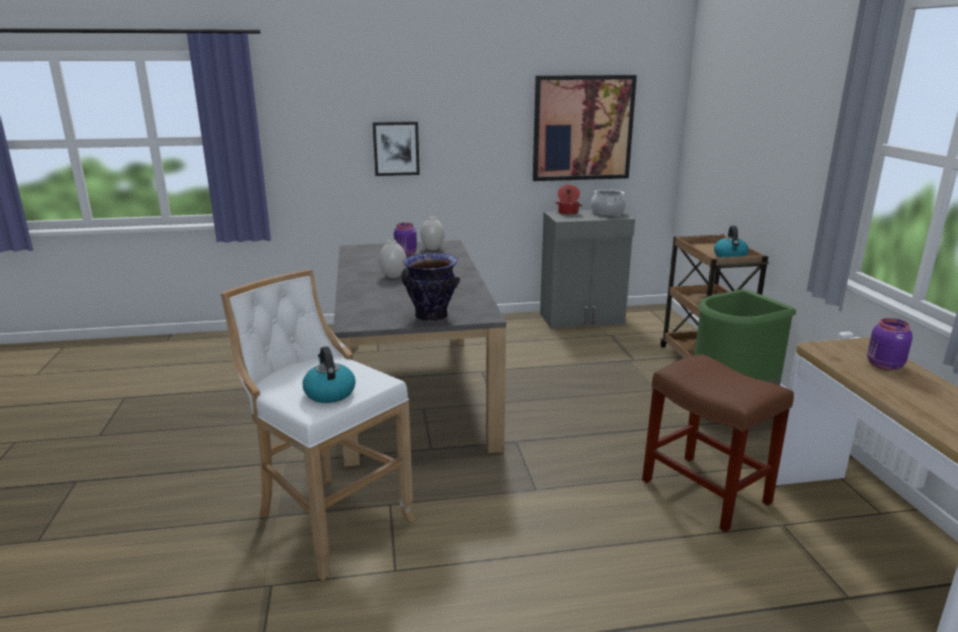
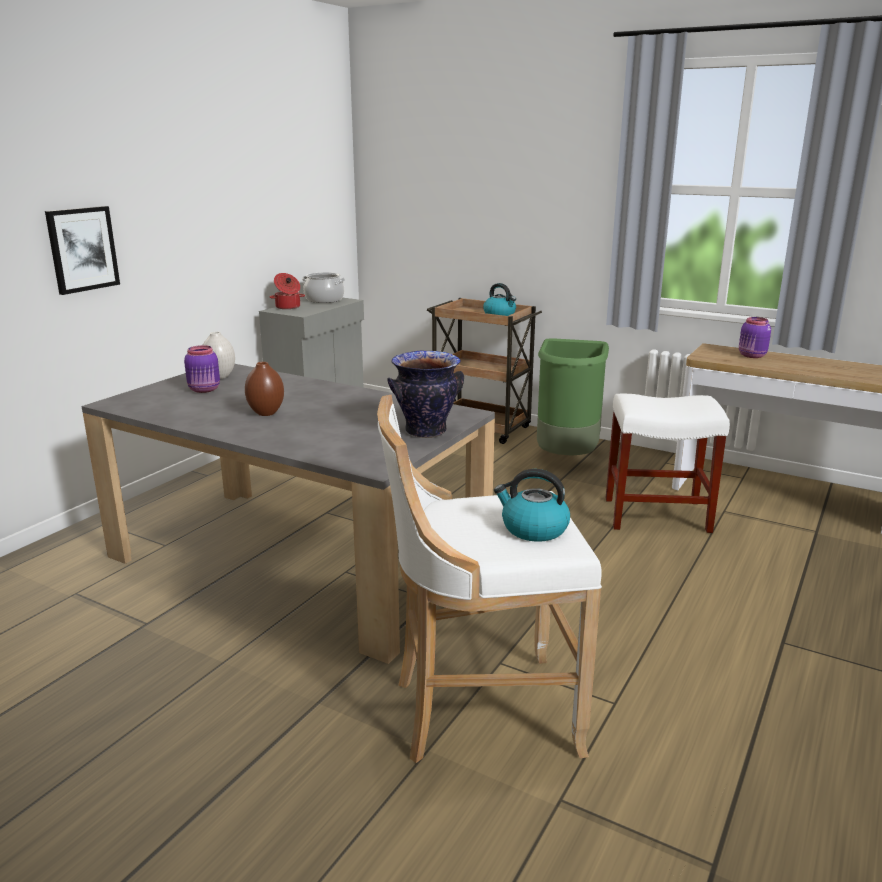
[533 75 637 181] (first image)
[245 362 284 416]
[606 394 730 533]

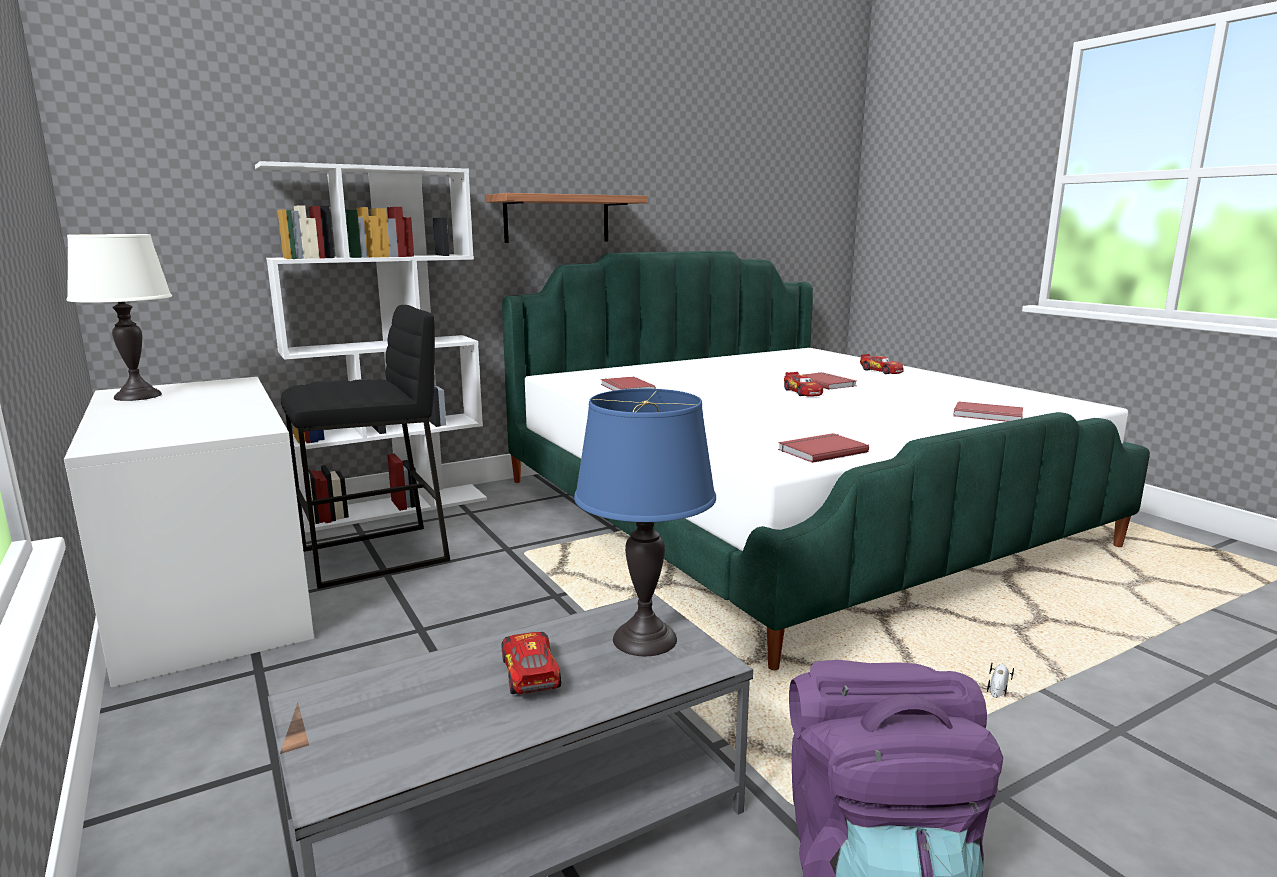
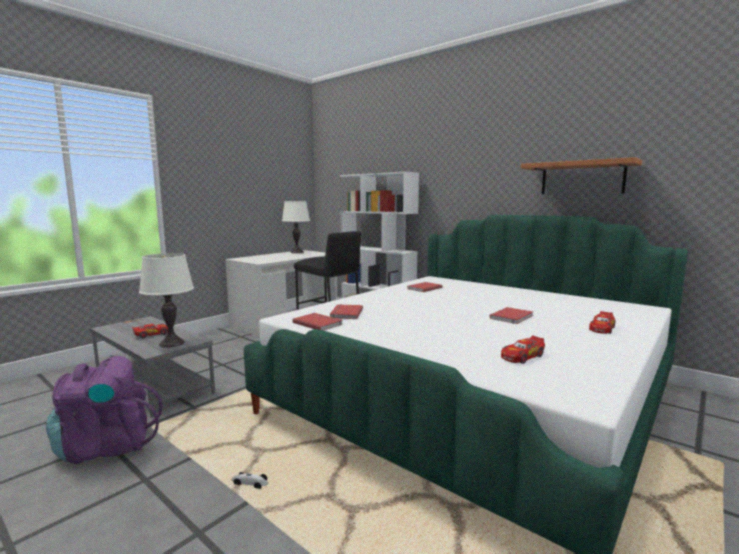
[521 157 642 194]
[501 335 545 364]
[329 304 363 319]
[139 253 194 348]

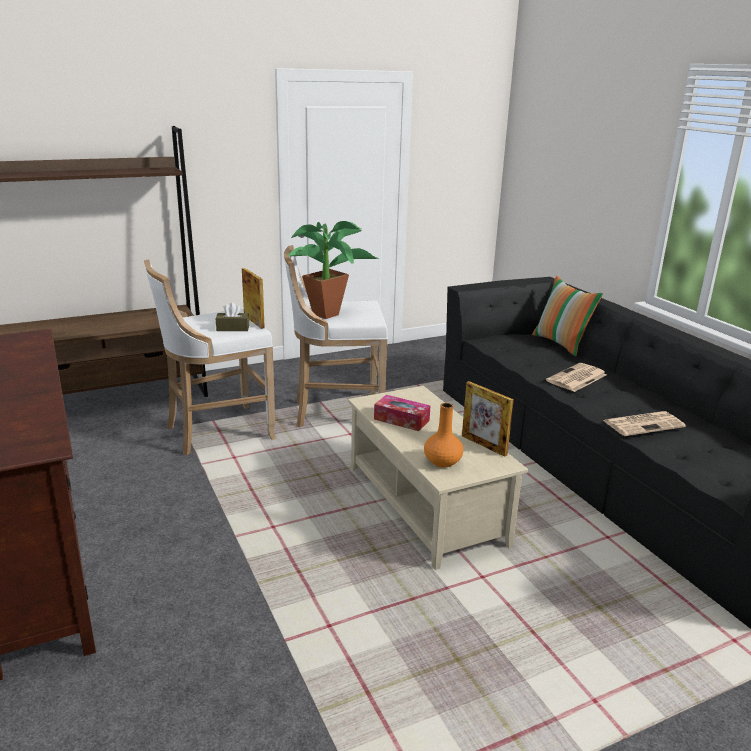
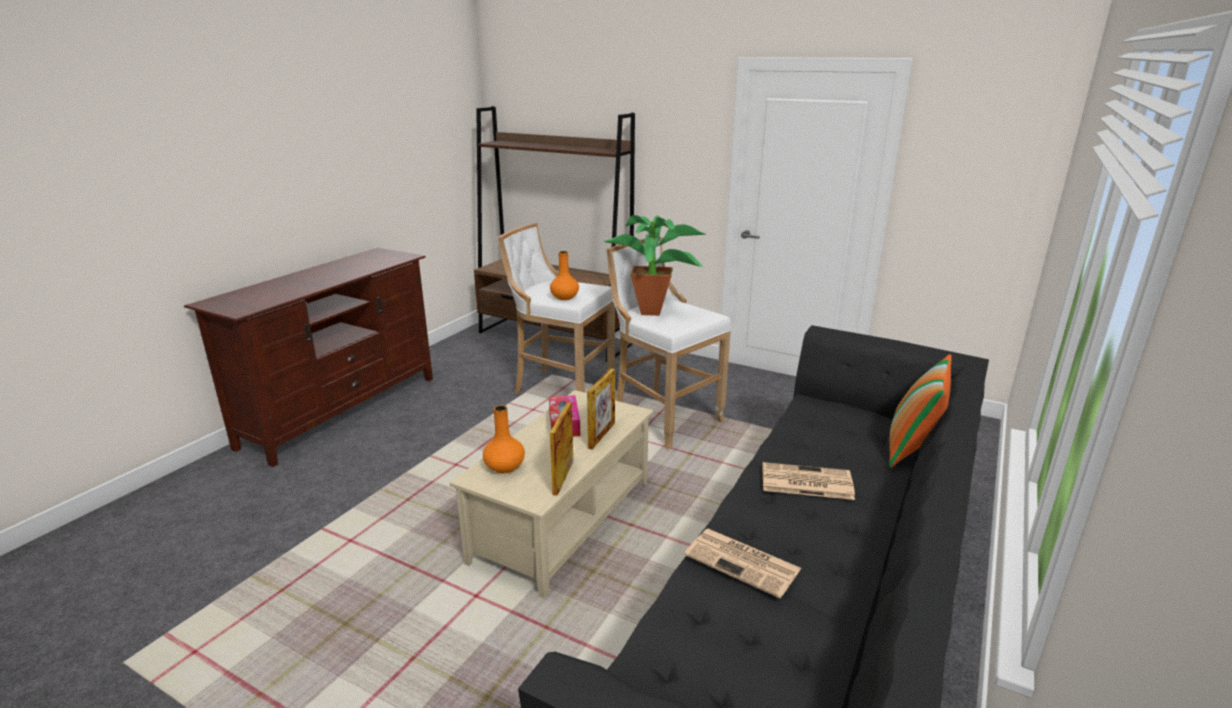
[587 368 615 450]
[550 251 579 300]

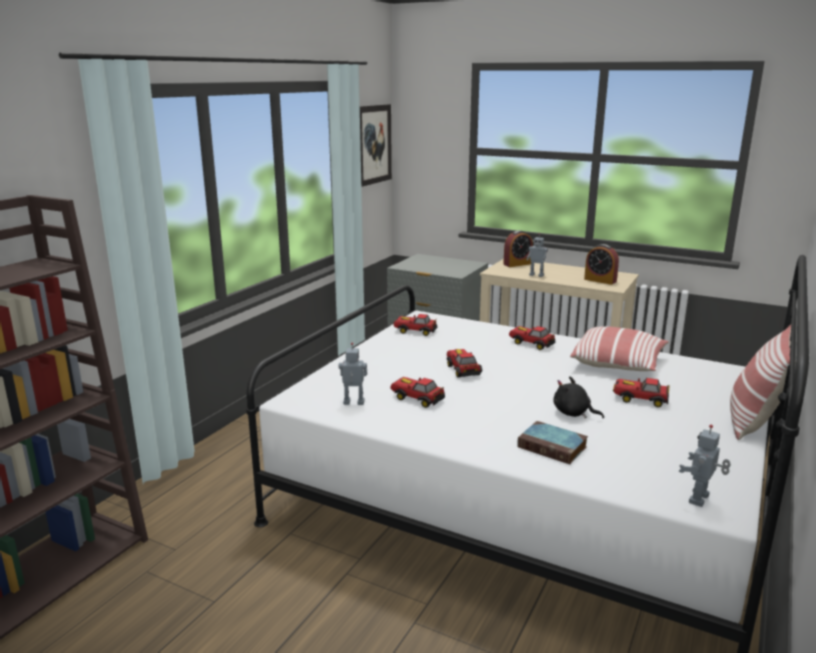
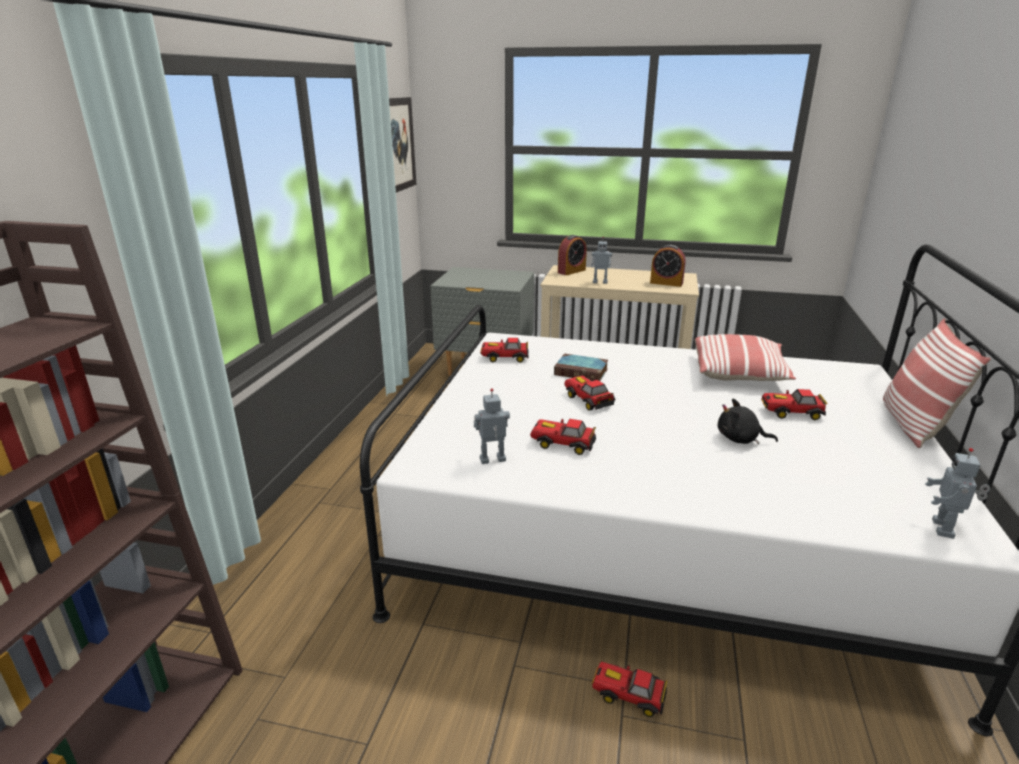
[592 661 667 717]
[554 353 608 381]

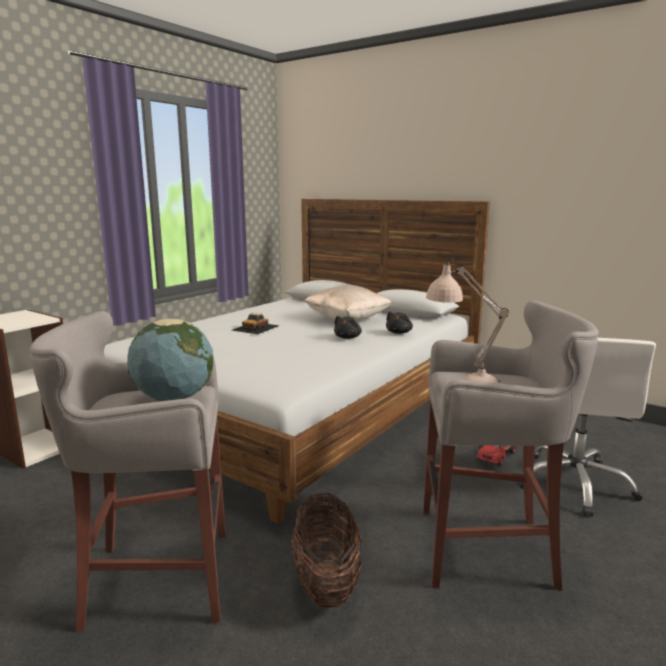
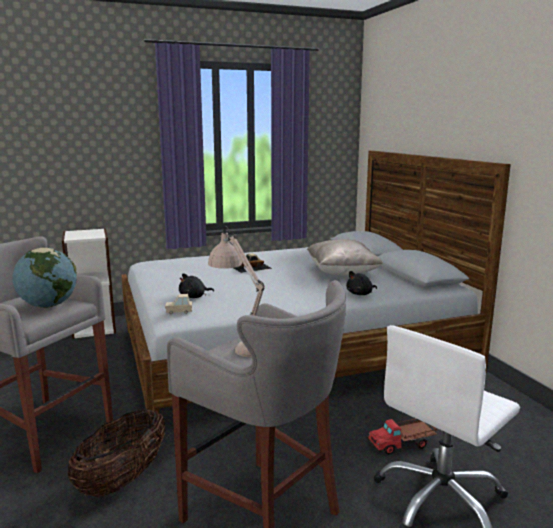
[165 294 192 314]
[179 273 214 298]

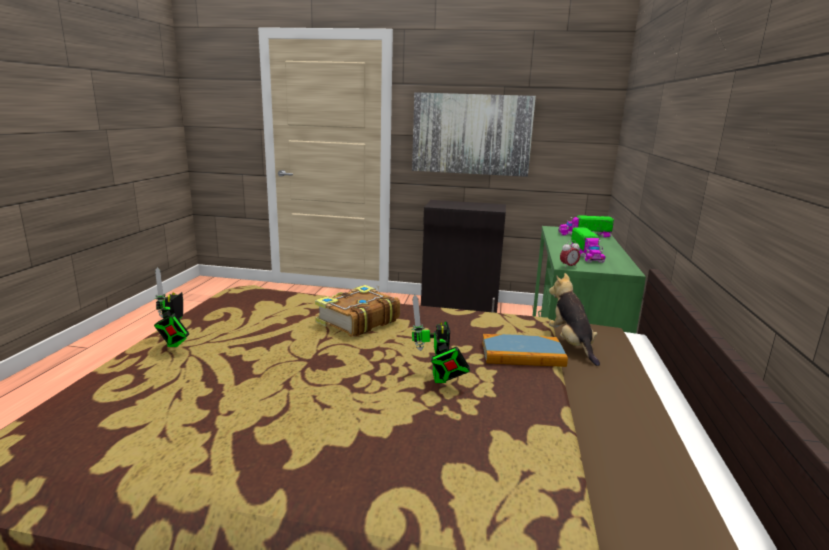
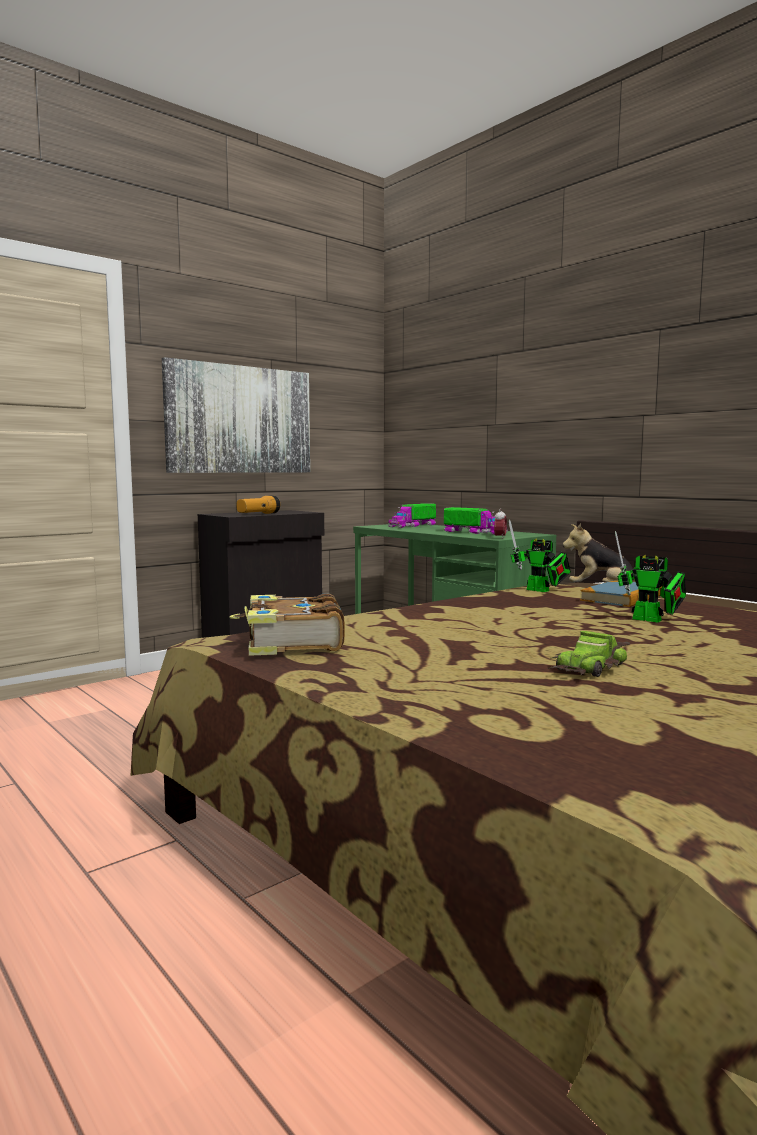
[236 495 280 514]
[548 631 630 677]
[509 519 571 592]
[229 593 345 656]

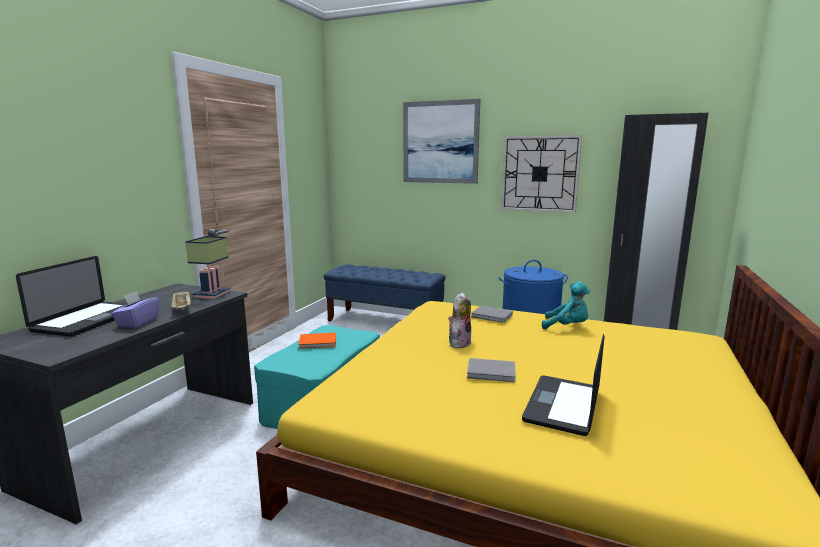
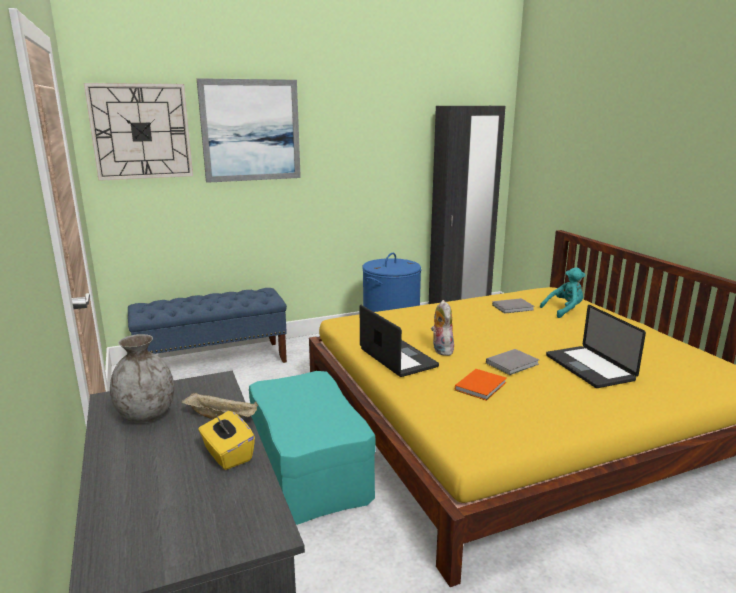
[185 236 231 299] (first image)
[110 334 174 423]
[360 305 439 377]
[455 369 506 401]
[492 298 535 314]
[84 83 193 181]
[540 267 585 318]
[198 411 255 470]

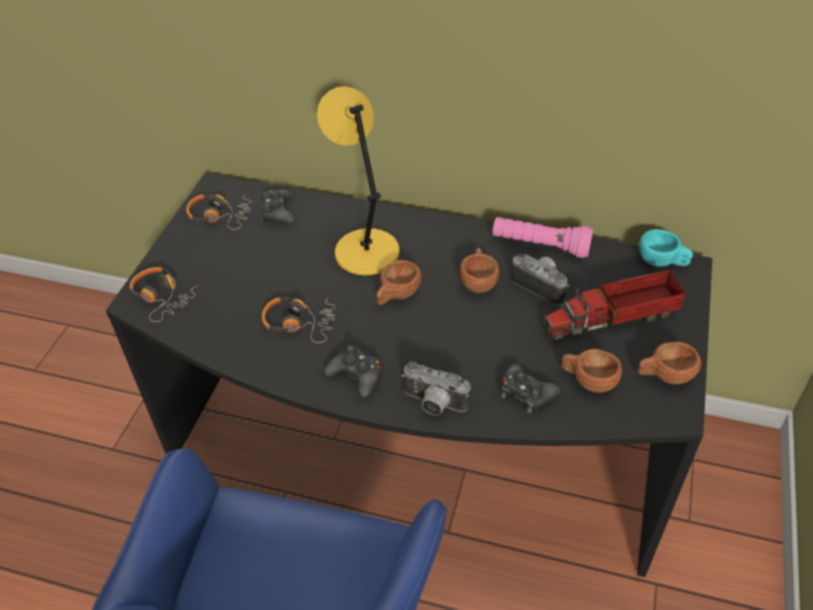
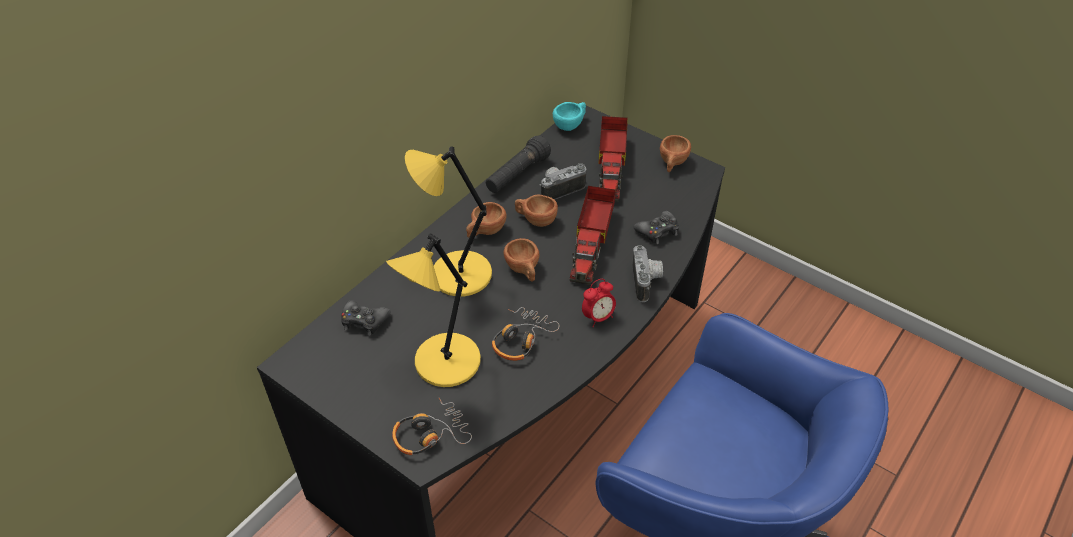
[186 194 252 230] (first image)
[386 233 481 387]
[570 186 616 285]
[466 202 506 238]
[582 279 616 327]
[486 136 551 193]
[632 245 663 302]

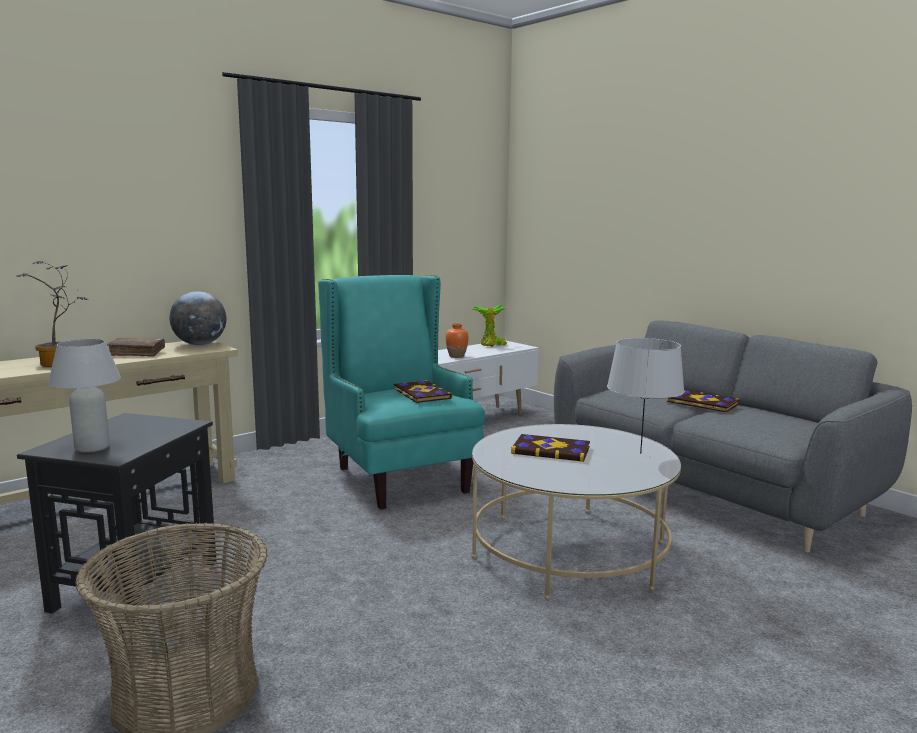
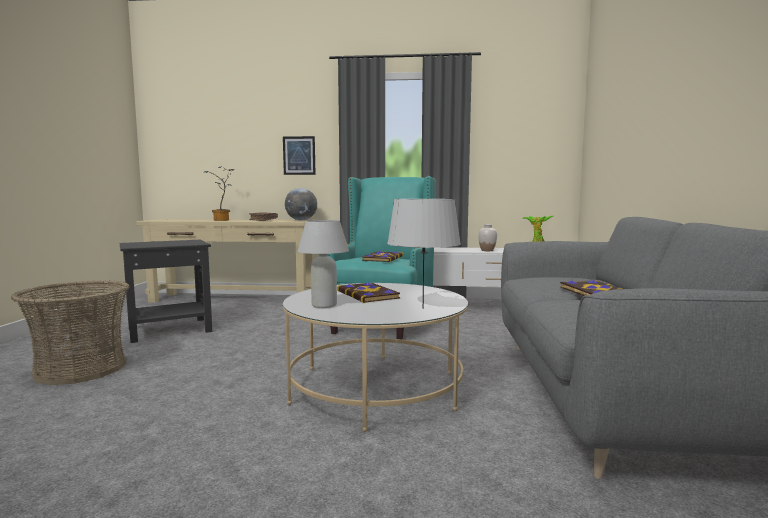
[283 136 316 175]
[298 220 349 308]
[478 224 497 251]

